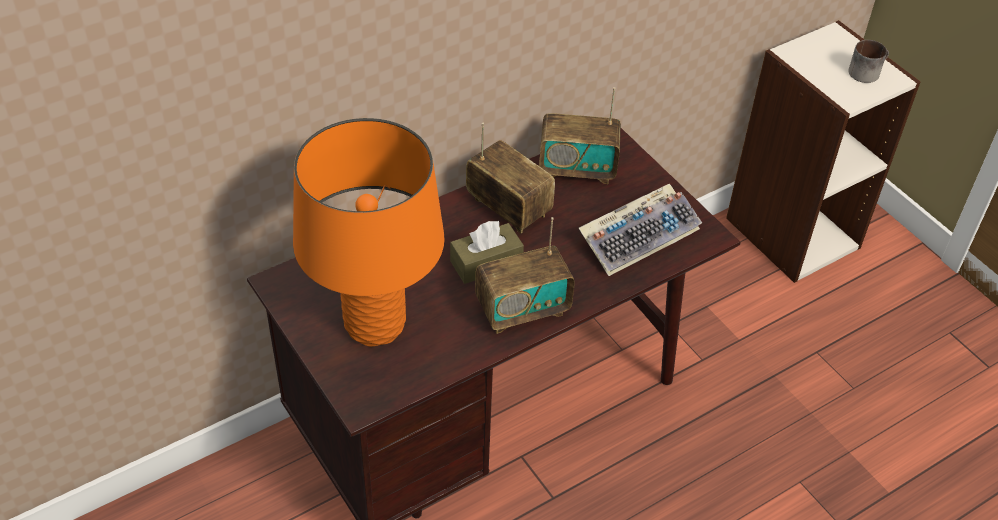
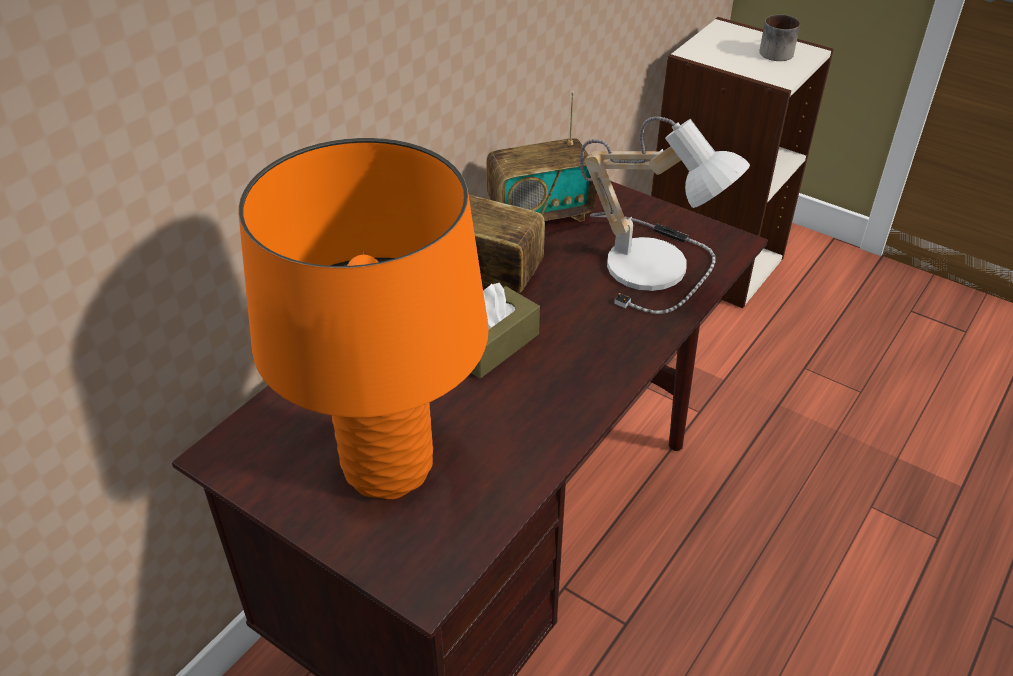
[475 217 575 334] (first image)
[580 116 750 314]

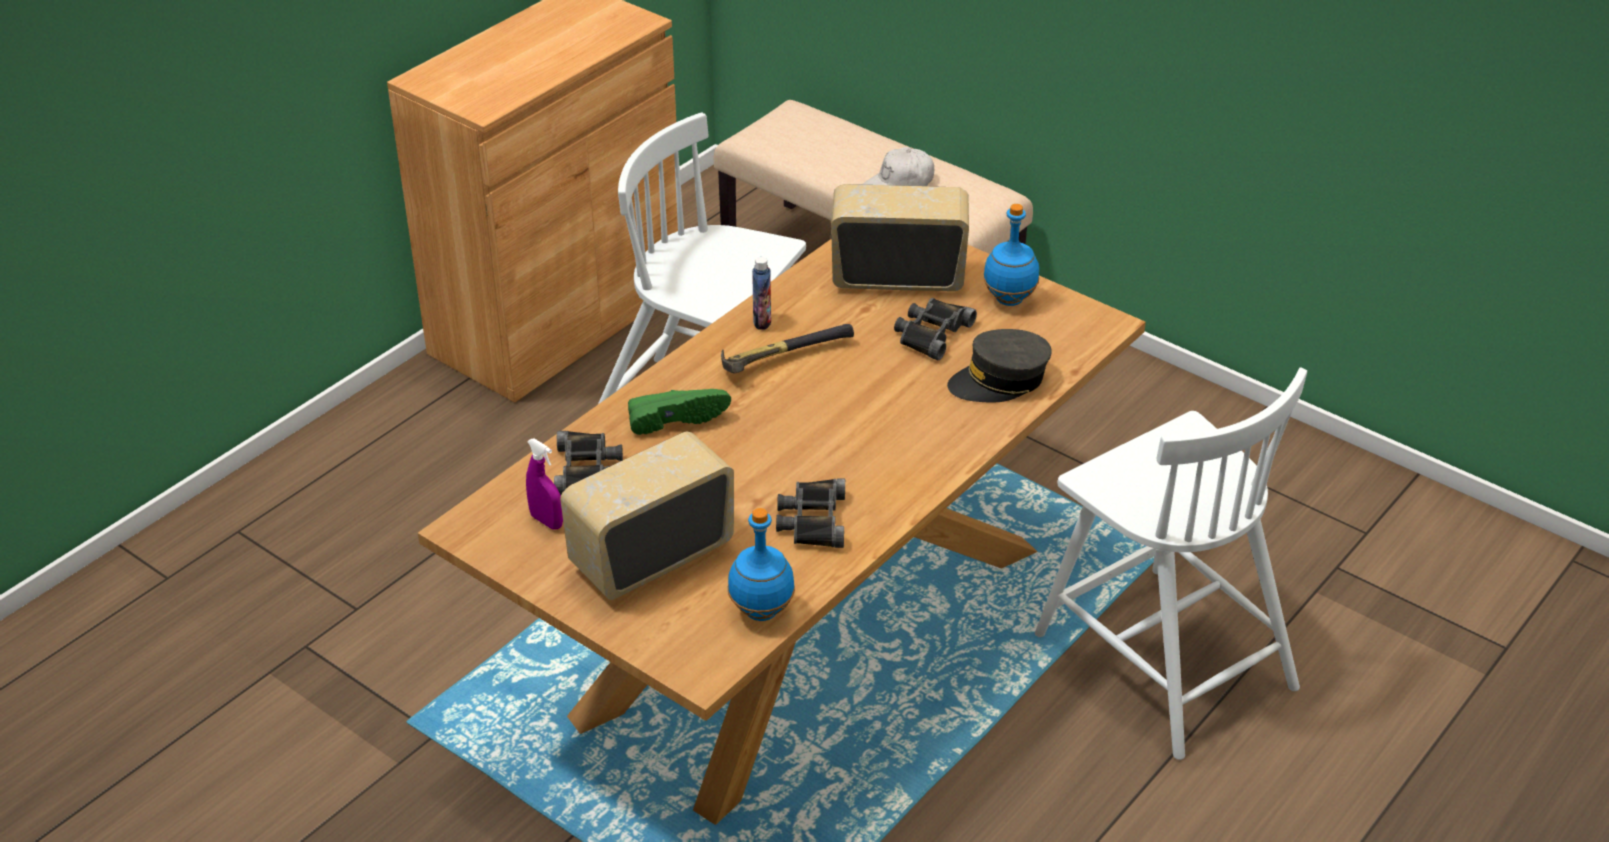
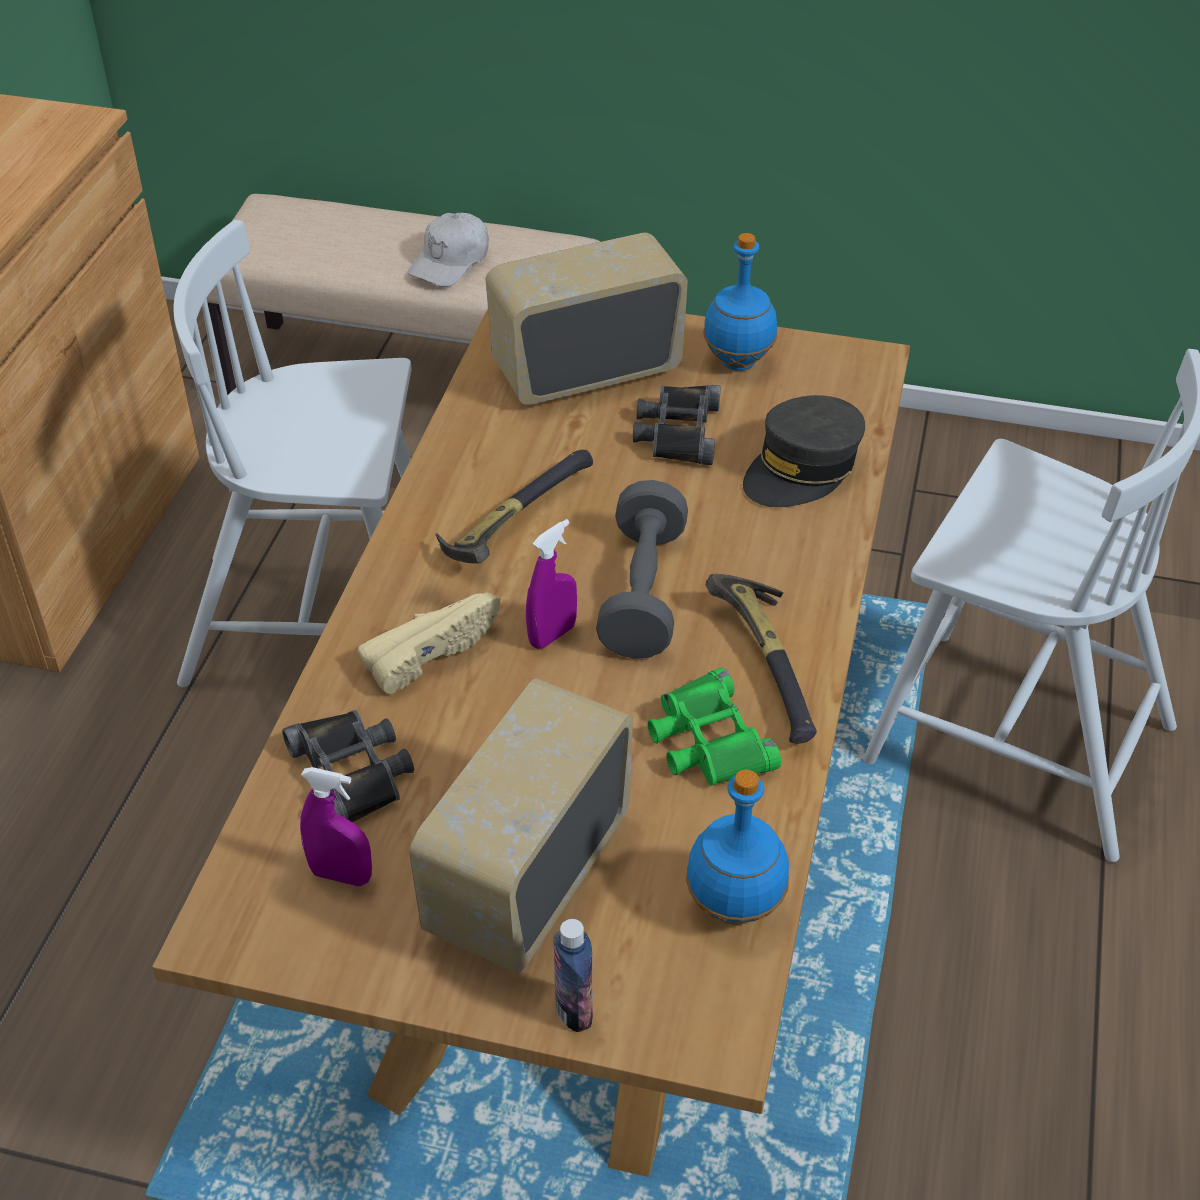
[526 519 577 649]
[596 480 688 659]
[706 574 817 744]
[553 919 593 1032]
[357 593 500 694]
[648 668 781 786]

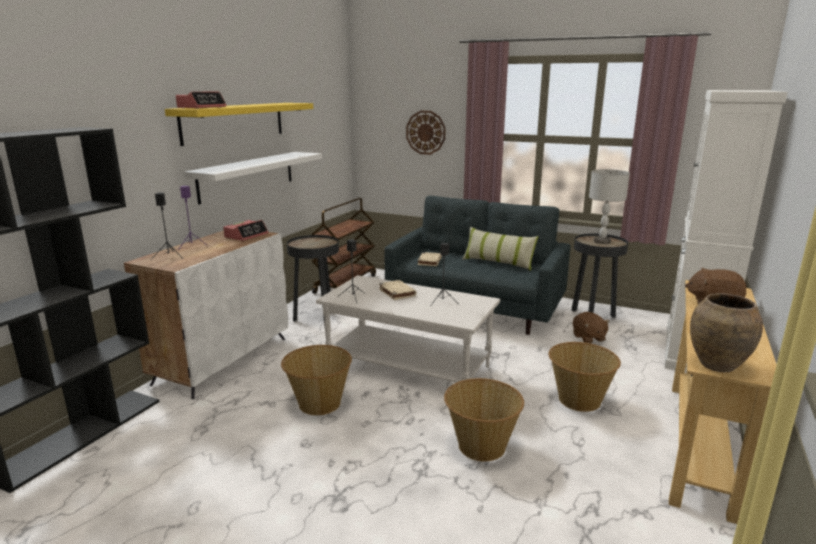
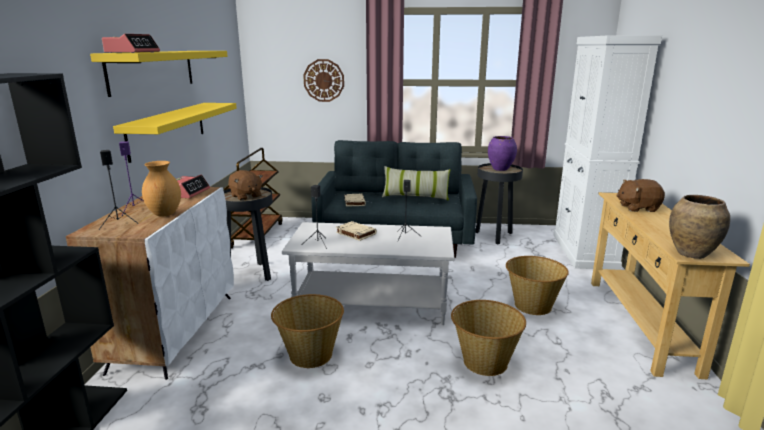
[142 161 181 217]
[229 170 263 201]
[488 136 517 171]
[113 103 237 163]

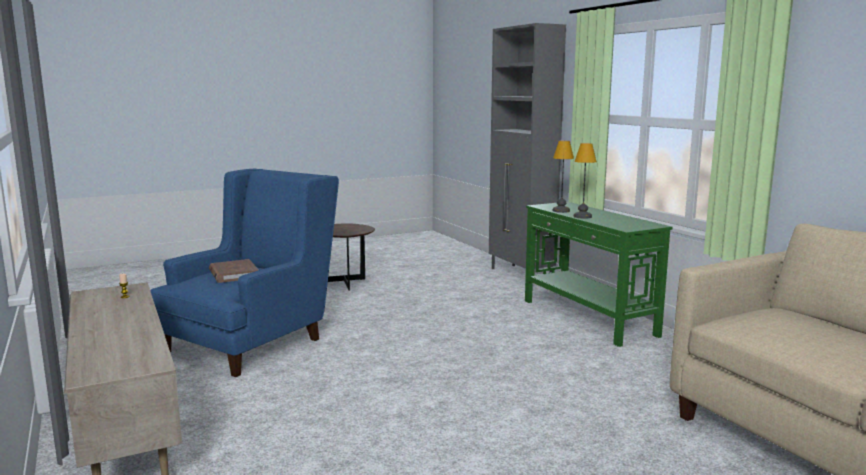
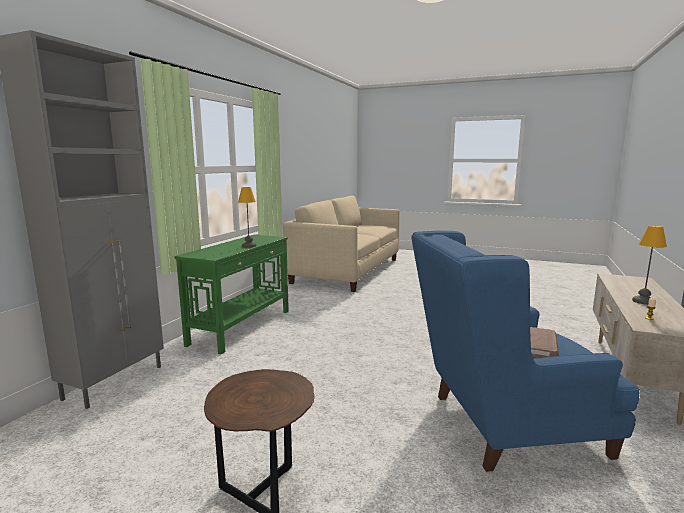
[632 225 667 305]

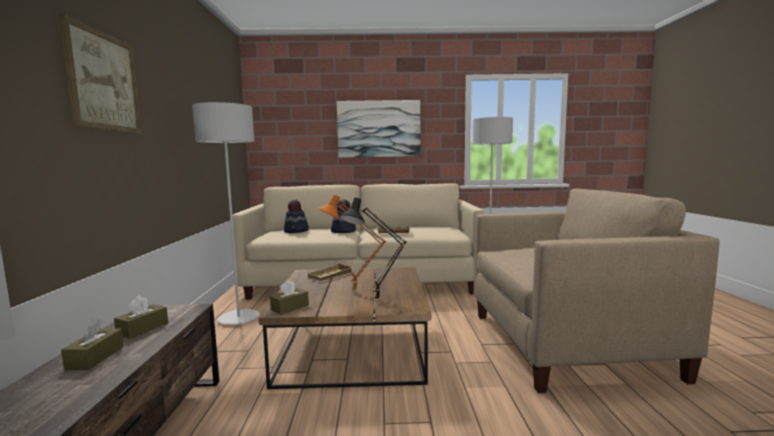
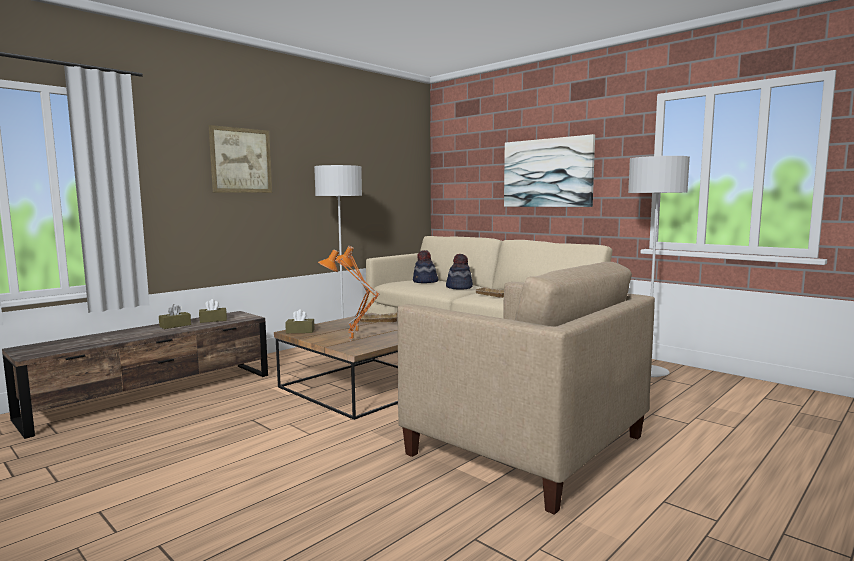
[318 249 380 341]

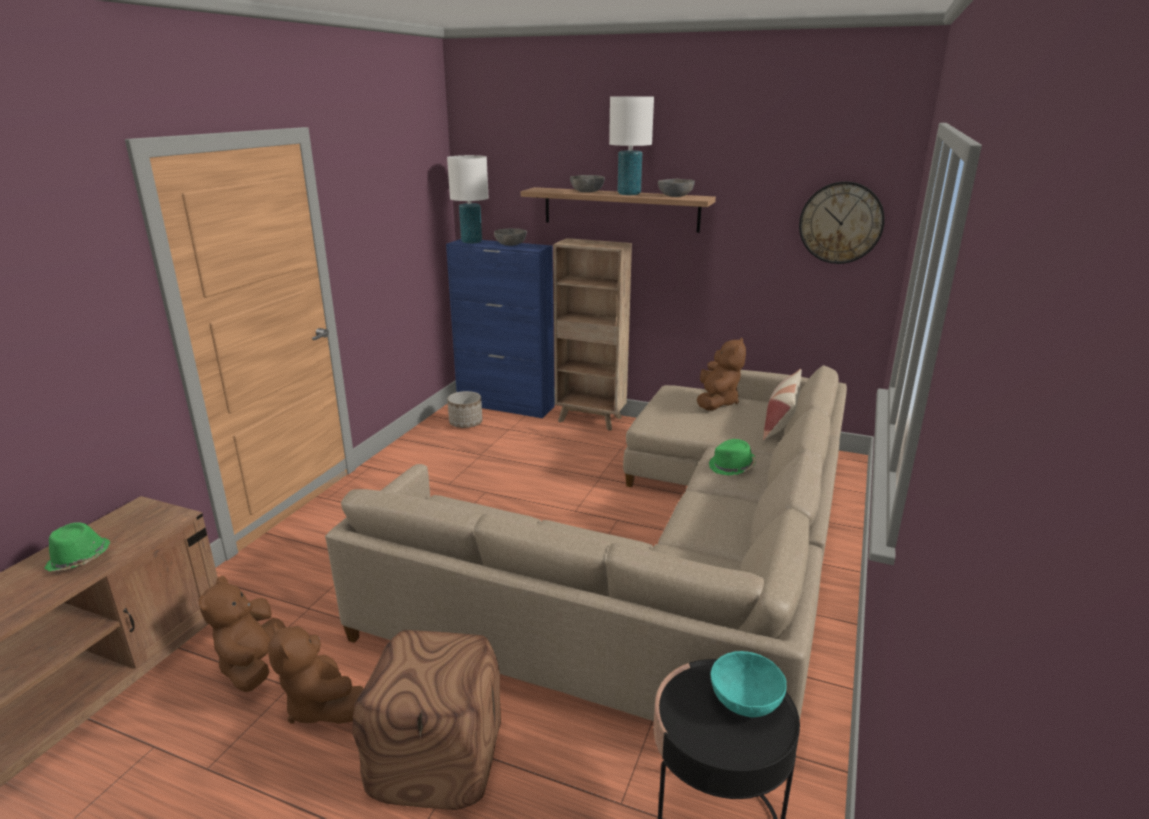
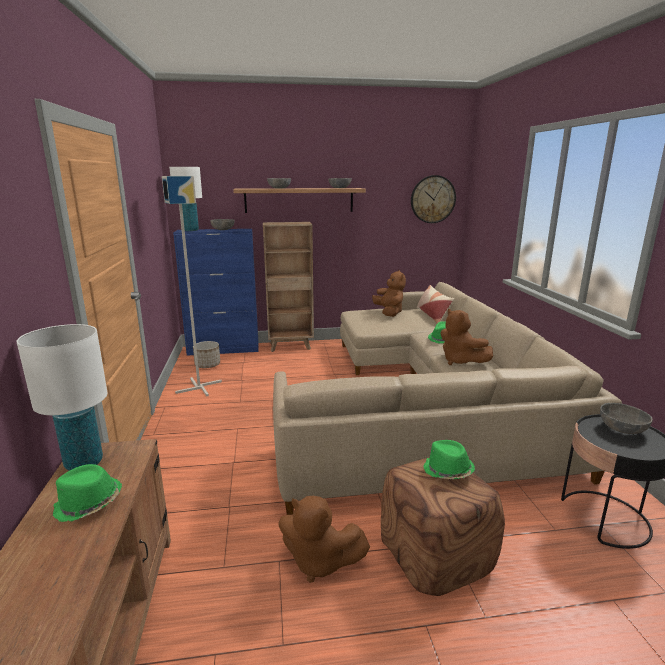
[162 176 222 397]
[423 440 475 479]
[440 309 493 365]
[17 324 107 471]
[600 403 652 434]

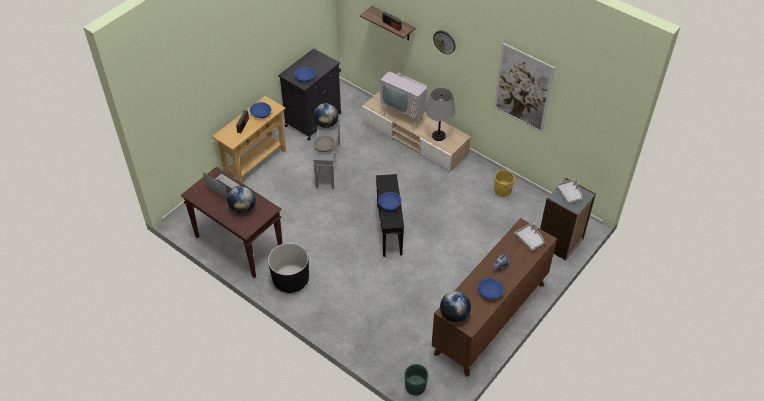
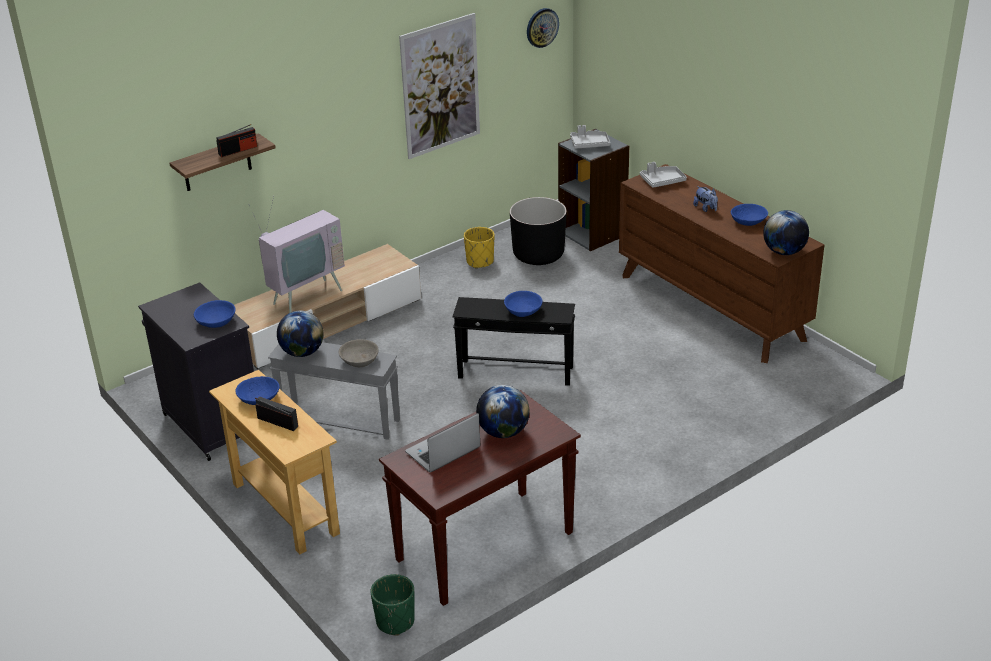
[425 88 456 141] (first image)
[510 197 567 265]
[370 574 415 636]
[527 8 559 48]

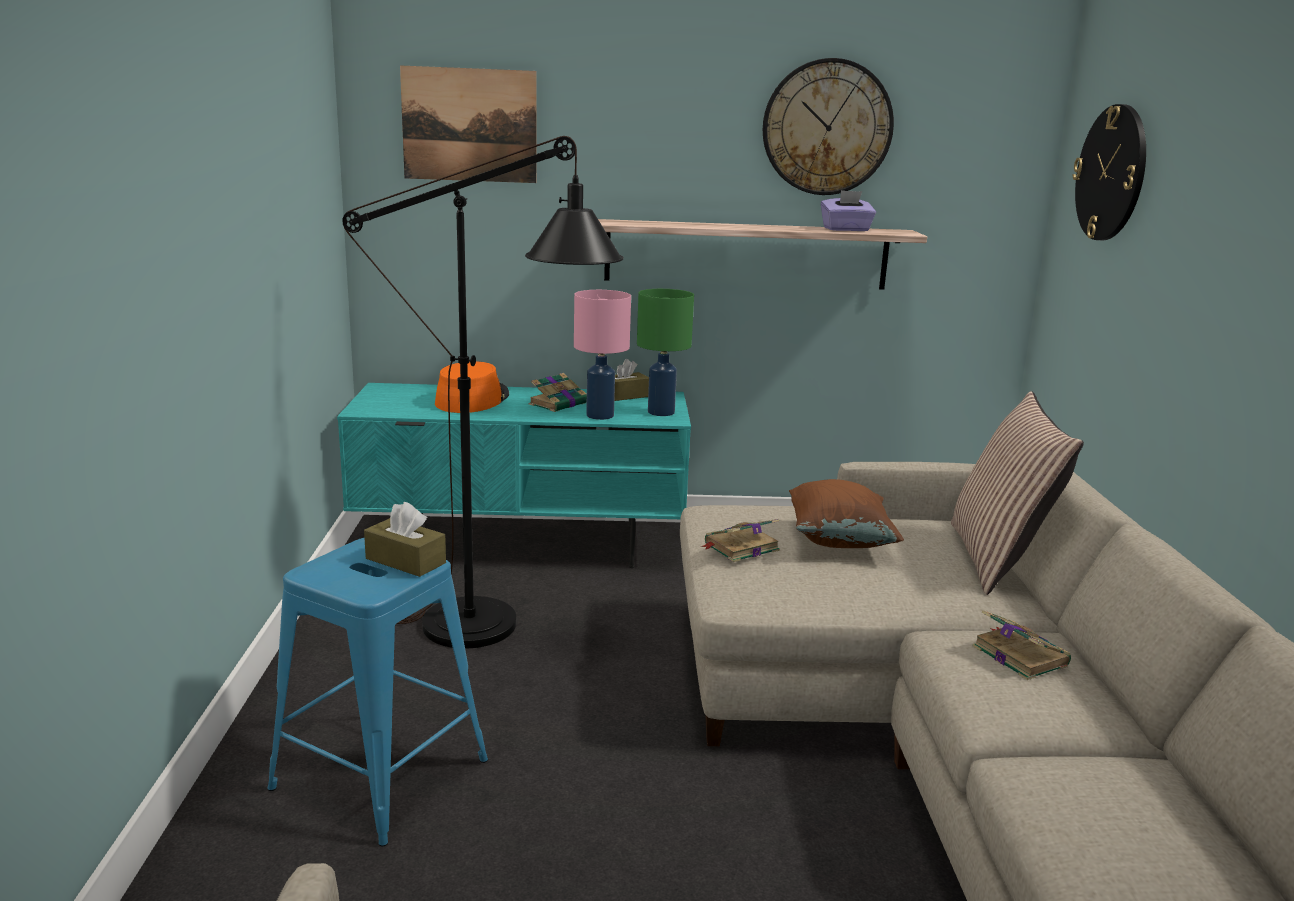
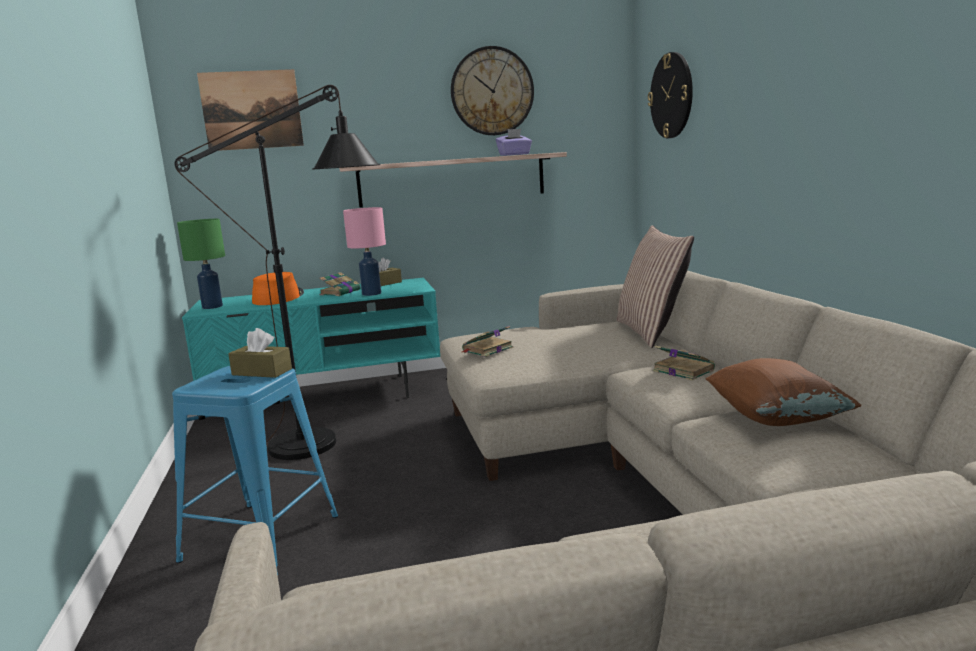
[177 219 225 309]
[705 358 861 426]

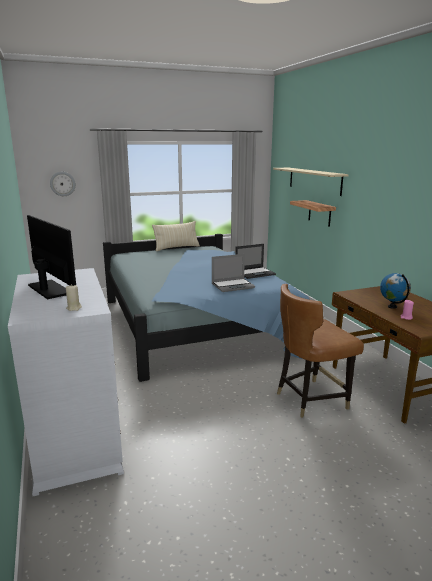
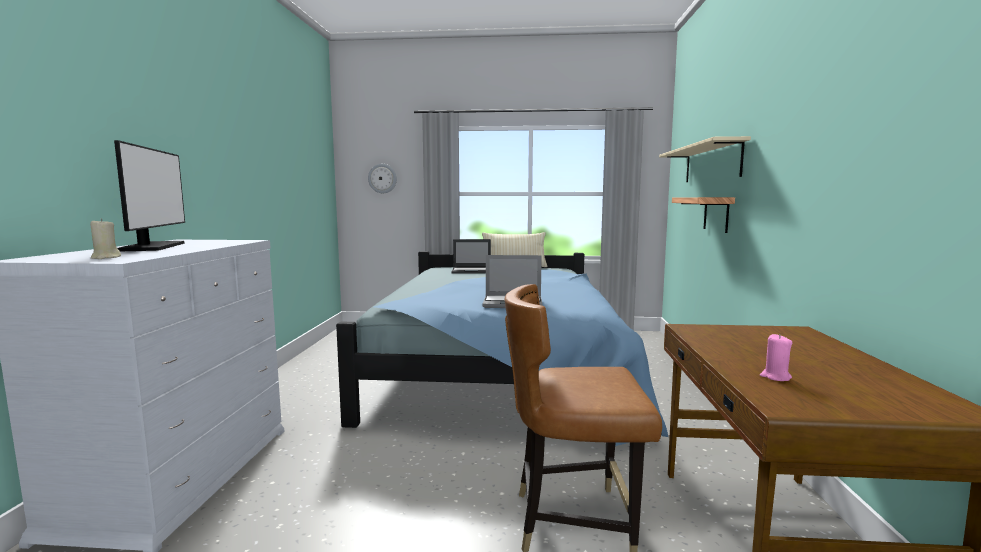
[380 273 411 309] (first image)
[451 239 491 274]

